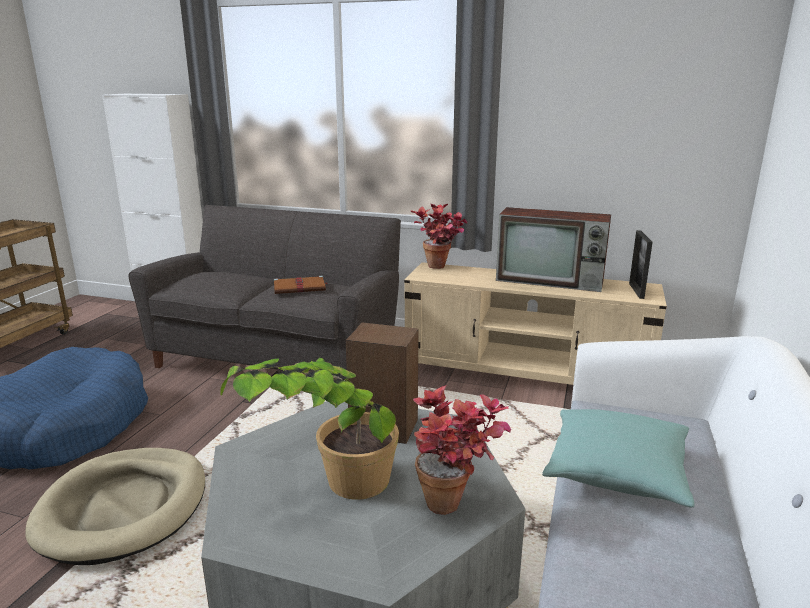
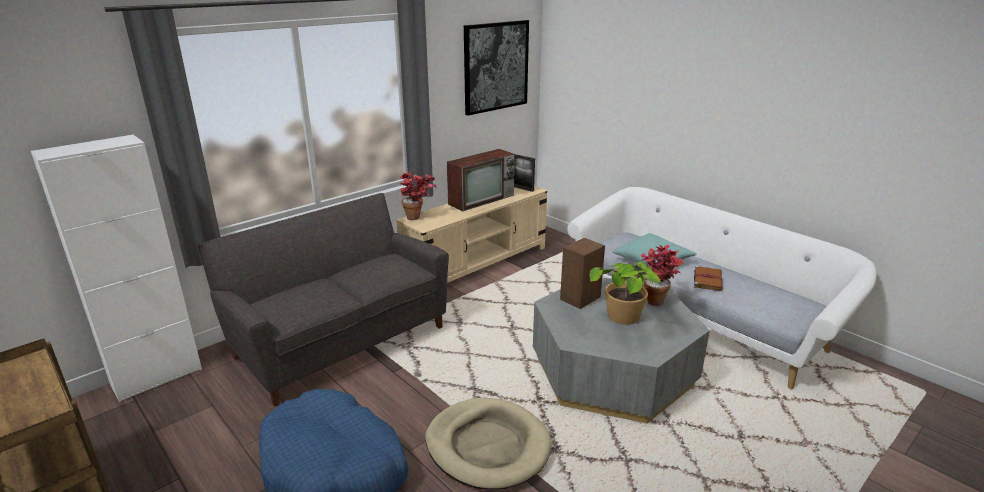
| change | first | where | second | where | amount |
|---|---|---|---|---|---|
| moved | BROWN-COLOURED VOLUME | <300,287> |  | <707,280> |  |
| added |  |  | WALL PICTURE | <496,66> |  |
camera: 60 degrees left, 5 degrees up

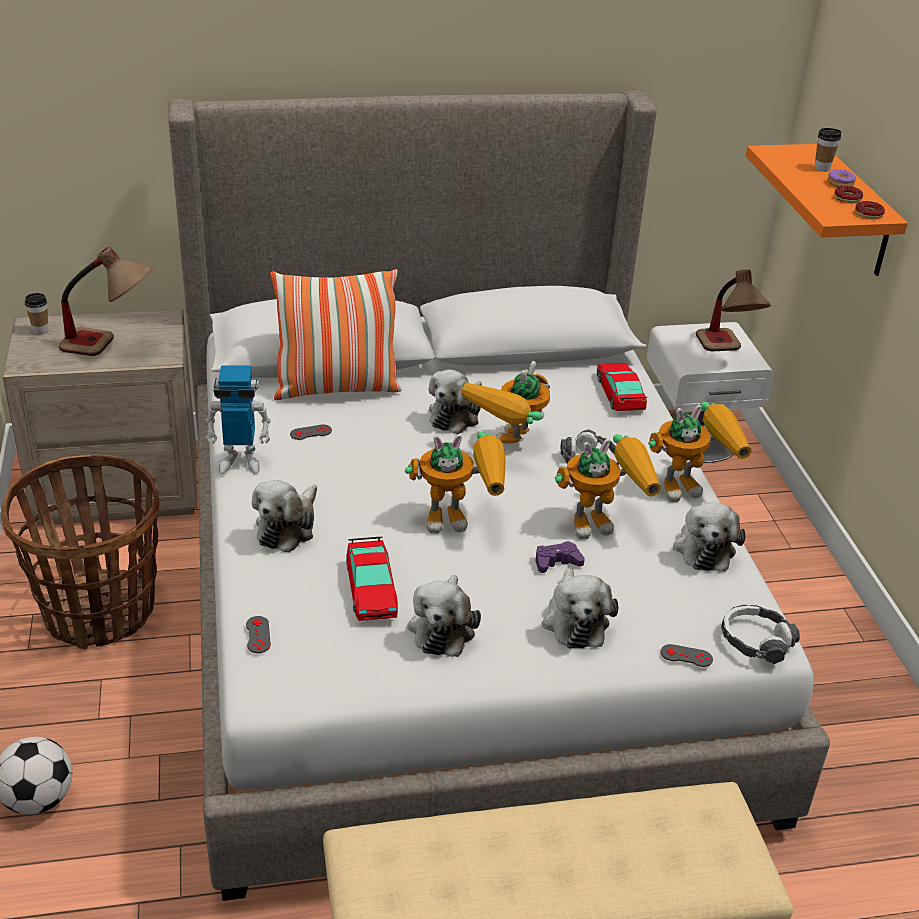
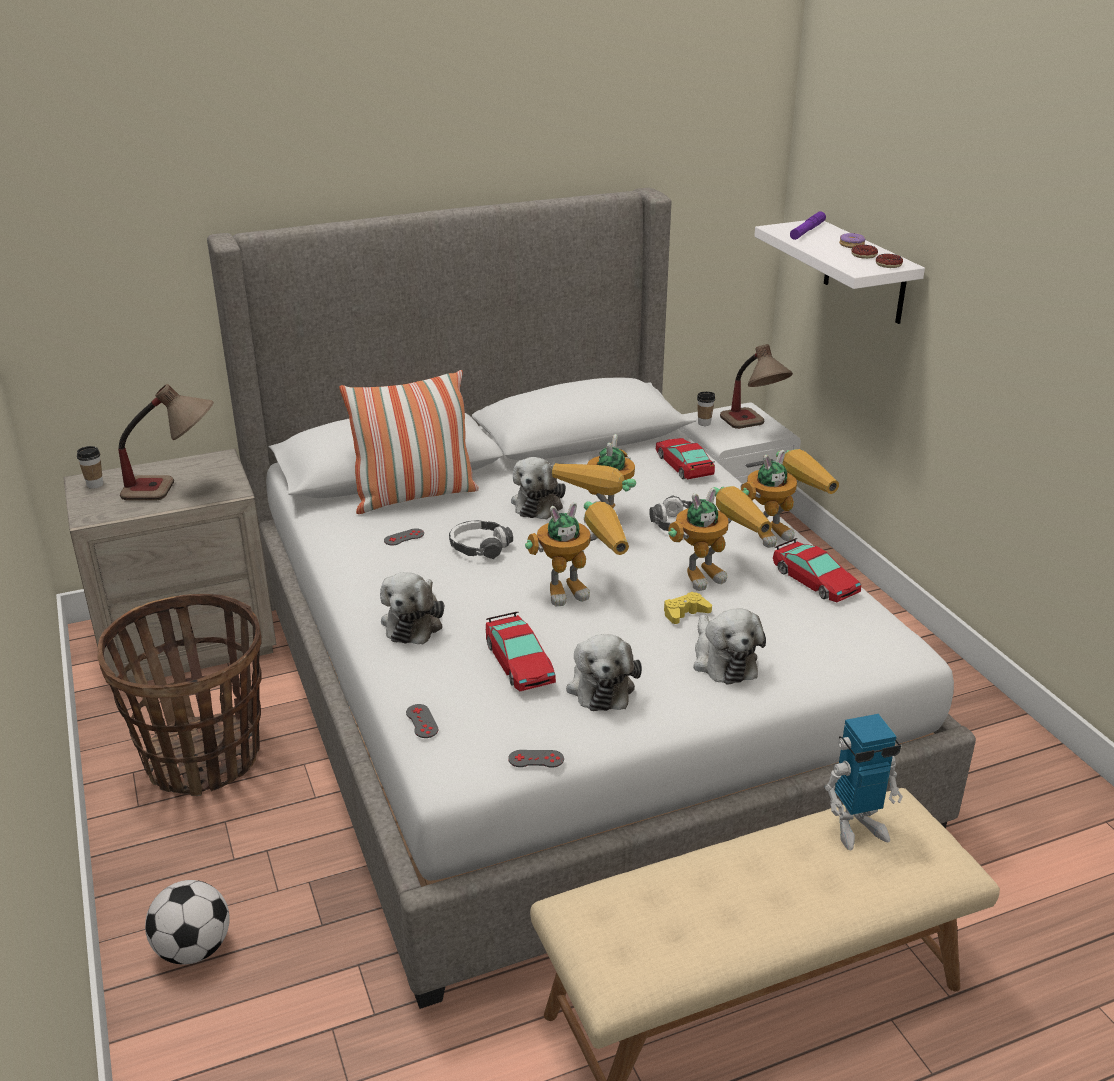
| change | first | where | second | where | amount |
|---|---|---|---|---|---|
| moved | DRINKING CUP | <822,168> |  | <704,423> |  |
| recoloured | ORANGEY BRACKET SHELF | <855,212> | WHITE BRACKET SHELF | <865,272> |  |
| moved | TOY ROBOT | <240,461> |  | <857,828> |  |
| replaced | PLUSH TOY | <704,547> | MODEL CAR | <814,580> |  |
| recoloured | PURPLISH GAMEPAD | <557,562> | YELLOW GAMEPAD | <685,613> |  |
| moved | HEADPHONES | <756,641> |  | <480,547> |  |
| moved | GREYISH GAMEPAD | <686,656> |  | <536,759> |  |
| added |  |  | PURPLISH TORCH | <807,231> |  |
camera: 10 degrees left, 5 degrees down

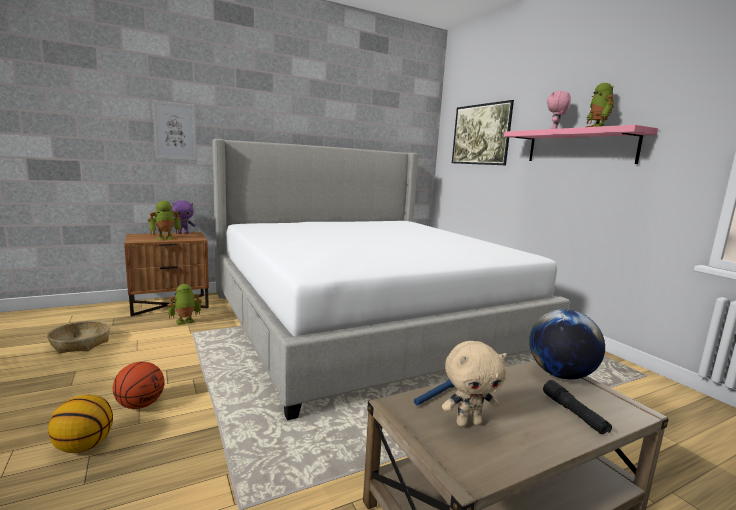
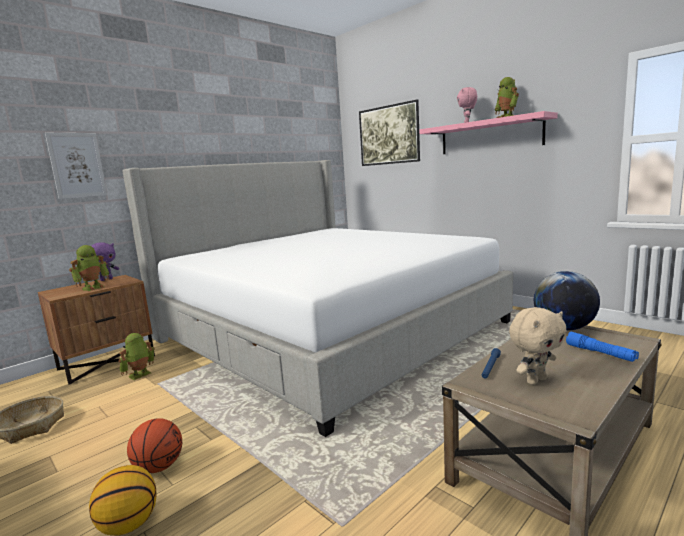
| change | first | where | second | where | amount |
|---|---|---|---|---|---|
| recoloured | BLACK-COLOURED TORCH | <574,414> | BLUE TORCH | <600,353> |  |
camera: 15 degrees left, 0 degrees up

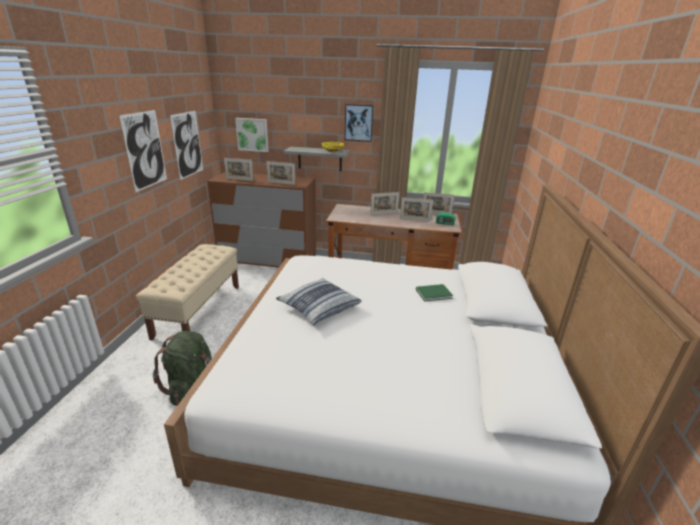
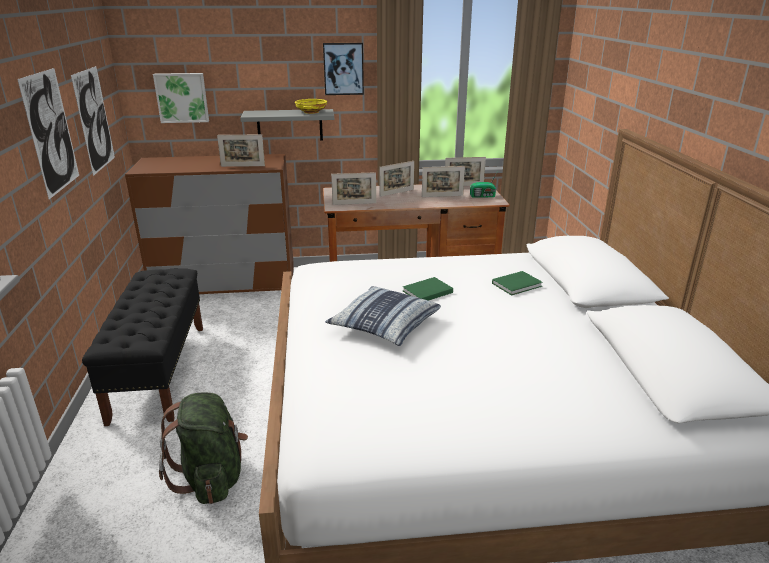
| change | first | where | second | where | amount |
|---|---|---|---|---|---|
| moved | PICTURE FRAME | <239,179> |  | <354,203> |  |
| recoloured | SAND-COLOURED INDOOR BENCH | <199,310> | BLACK-COLOURED INDOOR BENCH | <159,371> |  |
| added |  |  | GREEN VOLUME | <426,292> |  |
camera: 15 degrees left, 0 degrees up

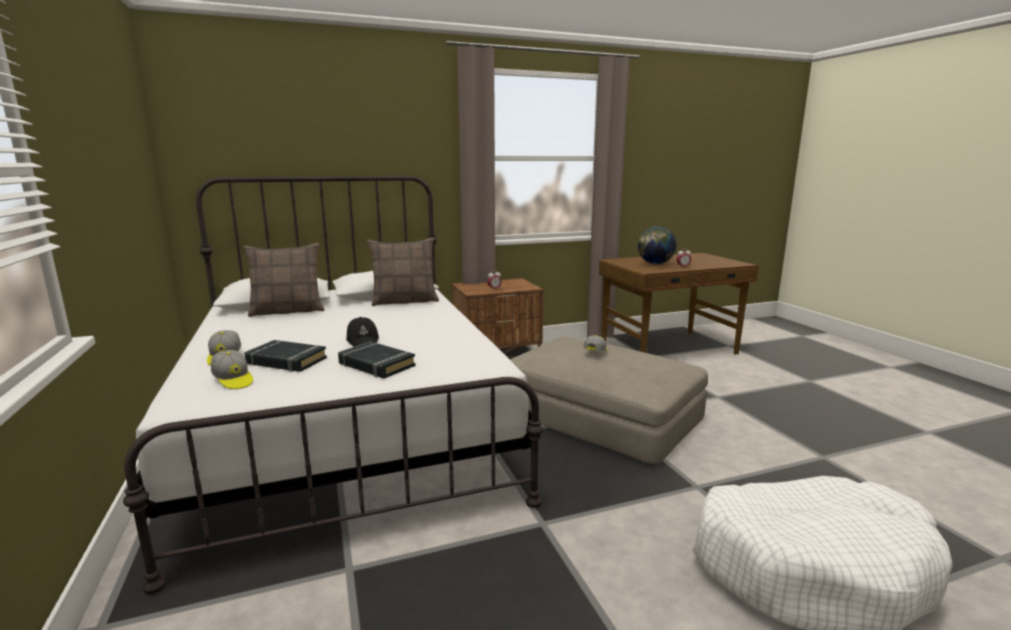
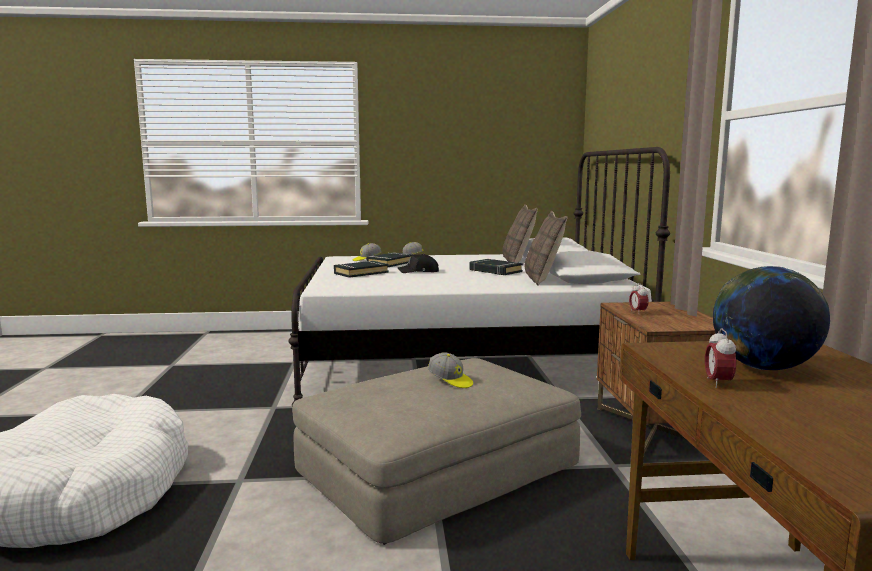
| change | first | where | second | where | amount |
|---|---|---|---|---|---|
| added |  |  | BLACK-COLOURED VOLUME | <495,271> |  |
camera: 105 degrees right, 5 degrees down

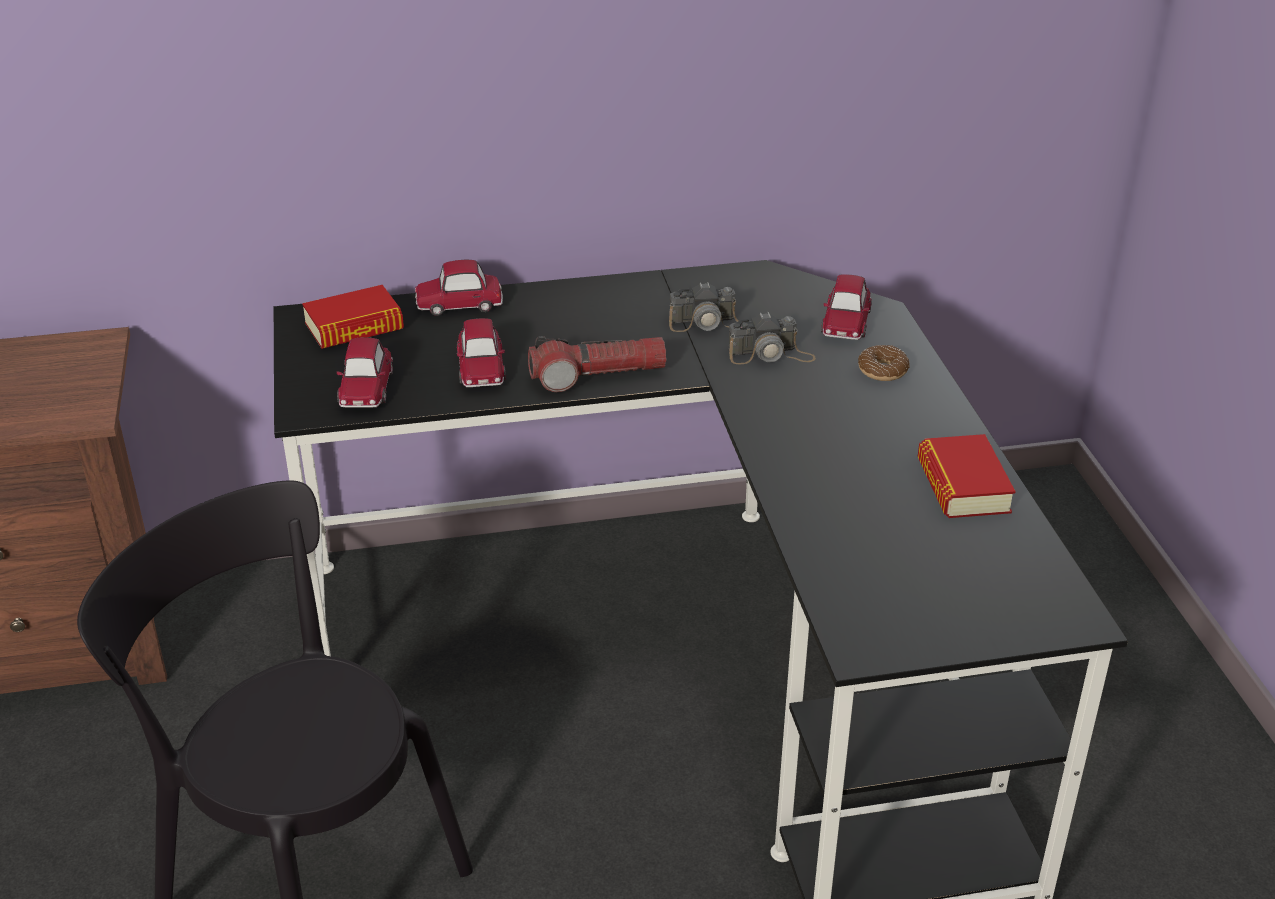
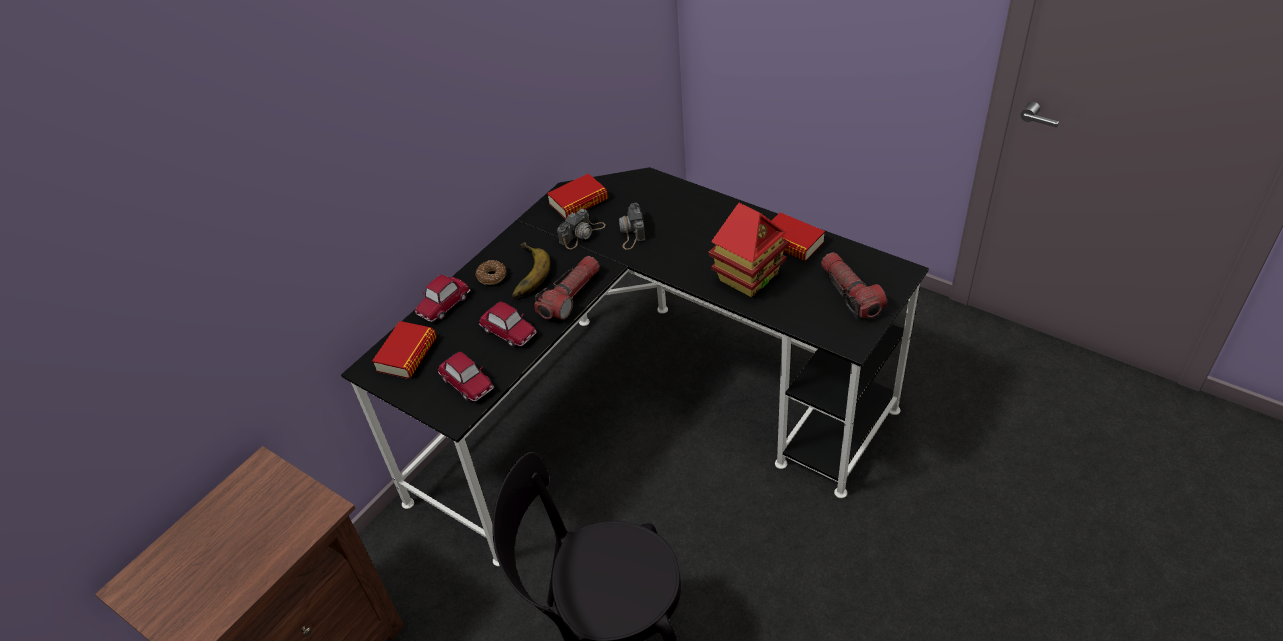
| change | first | where | second | where | amount |
|---|---|---|---|---|---|
| removed | MODEL CAR | <845,322> |  |  |  |
| turned | STILL CAMERA | <770,354> |  | <631,232> | 135 degrees clockwise |
| moved | DONUT | <882,370> |  | <491,276> |  |
| added |  |  | VOLUME | <578,201> |  |
| added |  |  | MODEL HOUSE | <748,276> |  |
| added |  |  | WHOLE BANANA | <523,274> |  |
| added |  |  | TORCH | <850,293> |  |
camera: 40 degrees left, 10 degrees up

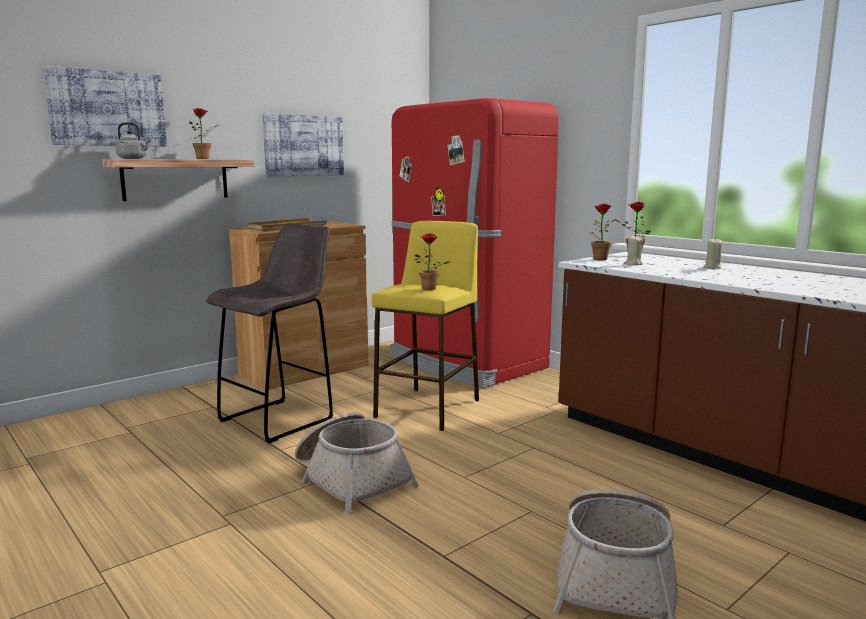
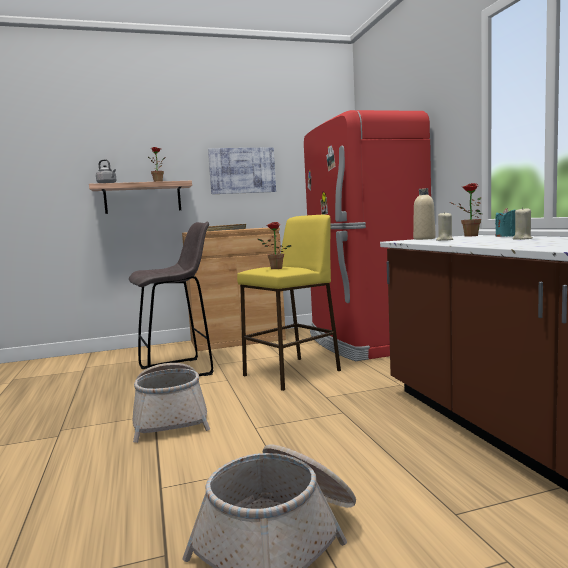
| change | first | where | second | where | amount |
|---|---|---|---|---|---|
| removed | WALL PICTURE | <107,108> |  |  |  |
| replaced | POTTED PLANT | <598,258> | SAND-COLOURED BEVERAGE BOTTLE | <424,239> |  |
| added |  |  | TURQUOISE-COLOURED WAX LIGHT | <506,236> |  |
camera: 25 degrees right, 5 degrees down

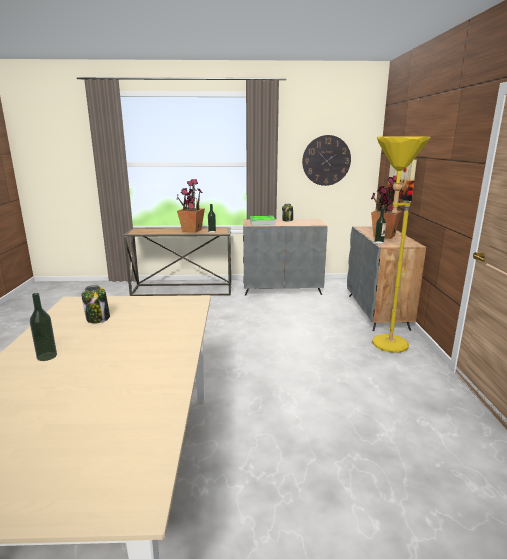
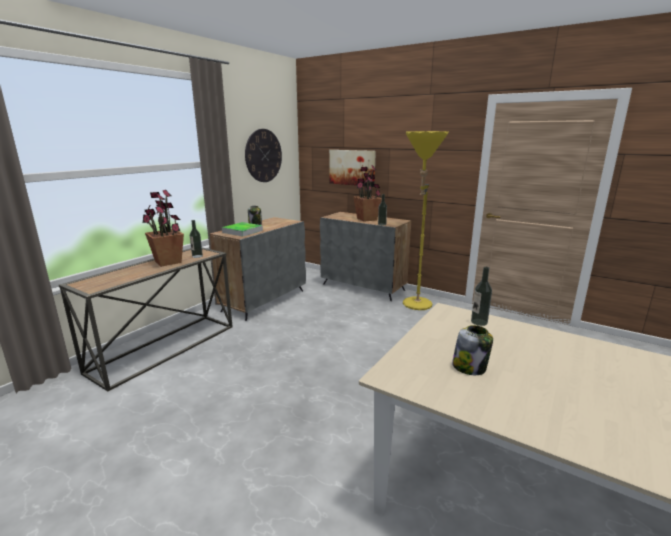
| change | first | where | second | where | amount |
|---|---|---|---|---|---|
| moved | BEVERAGE BOTTLE | <47,356> |  | <479,322> |  |
camera: 55 degrees left, 0 degrees up

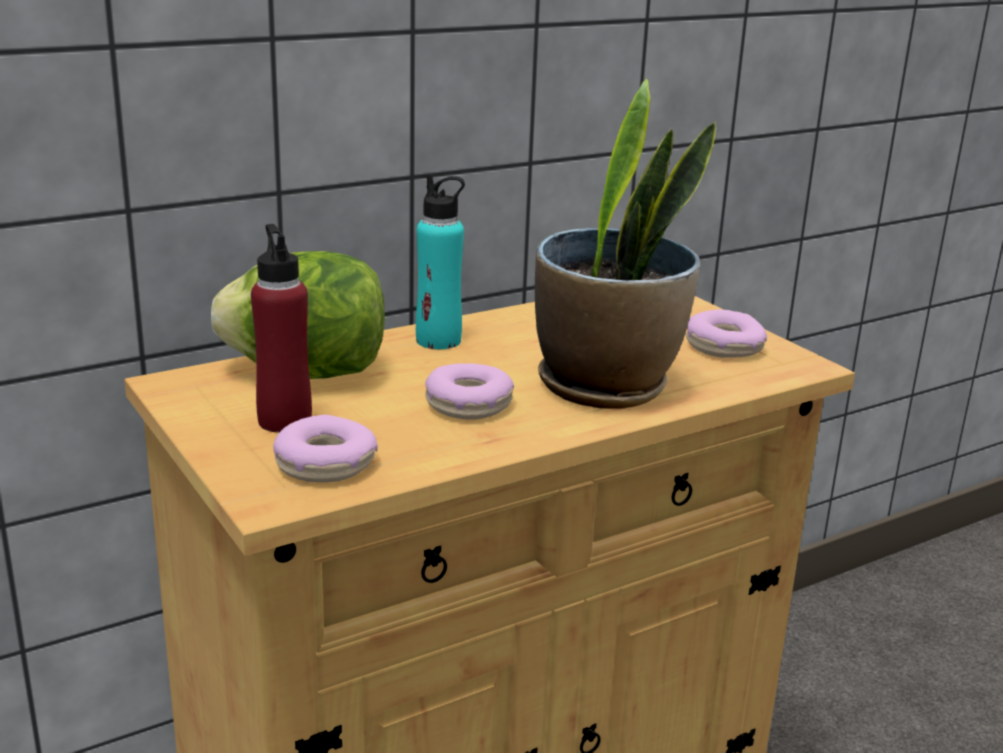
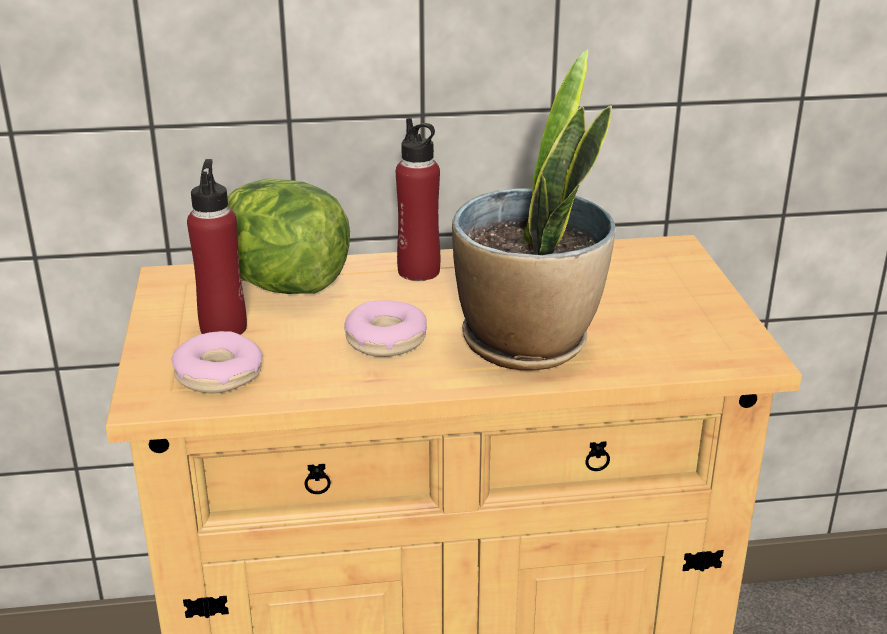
| change | first | where | second | where | amount |
|---|---|---|---|---|---|
| recoloured | TURQUOISE-COLOURED BEVERAGE BOTTLE | <438,340> | RED BEVERAGE BOTTLE | <419,271> |  |
| removed | DONUT | <724,347> |  |  |  |
camera: 25 degrees right, 5 degrees up

